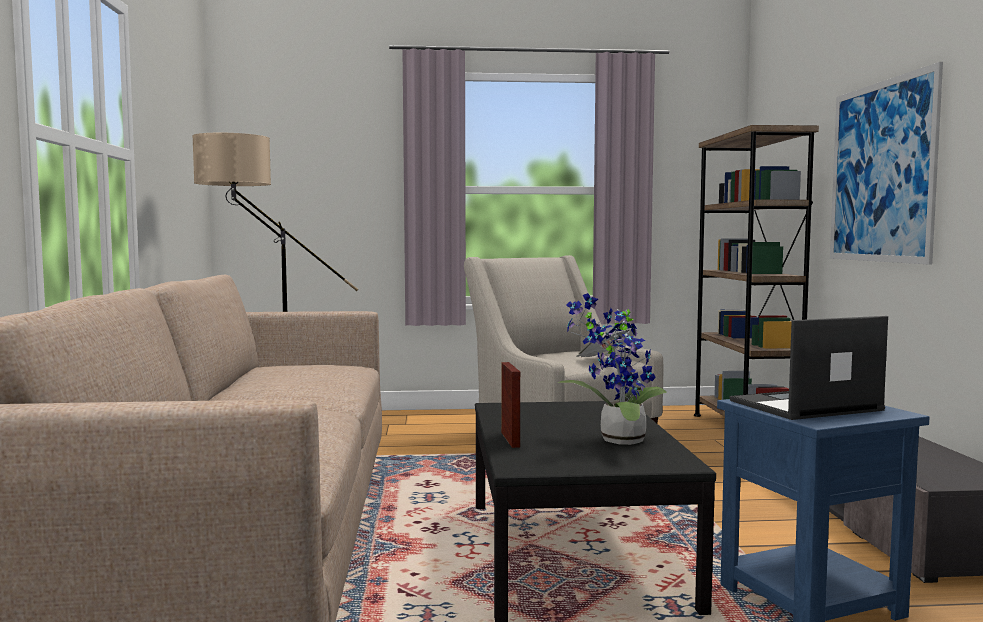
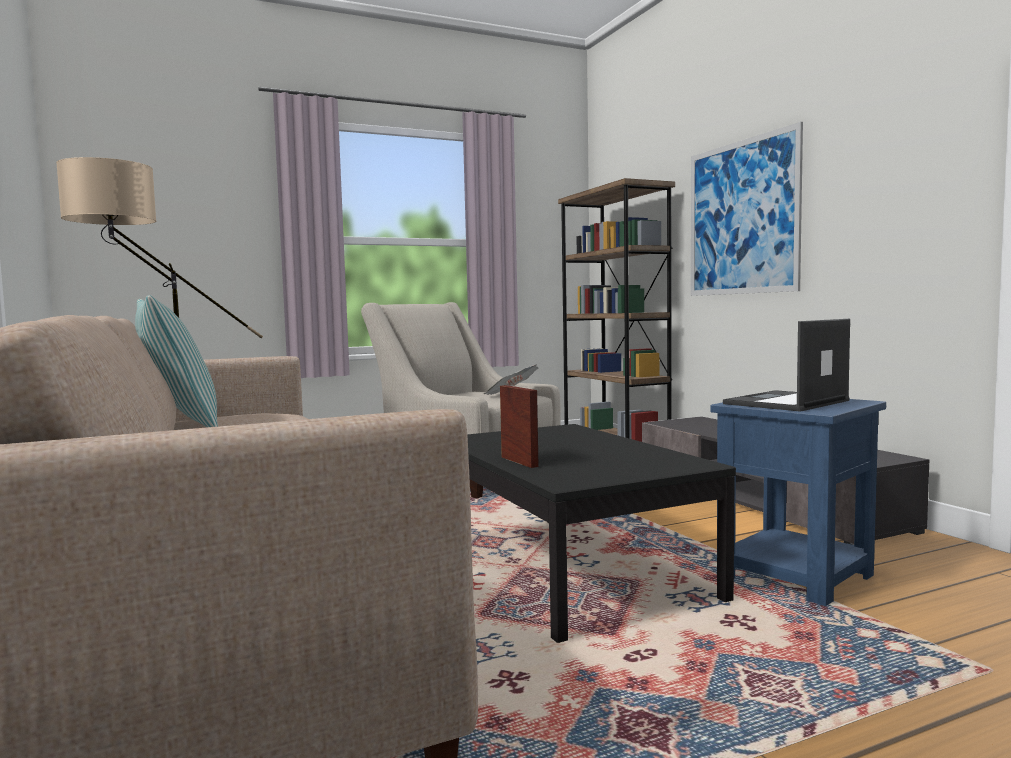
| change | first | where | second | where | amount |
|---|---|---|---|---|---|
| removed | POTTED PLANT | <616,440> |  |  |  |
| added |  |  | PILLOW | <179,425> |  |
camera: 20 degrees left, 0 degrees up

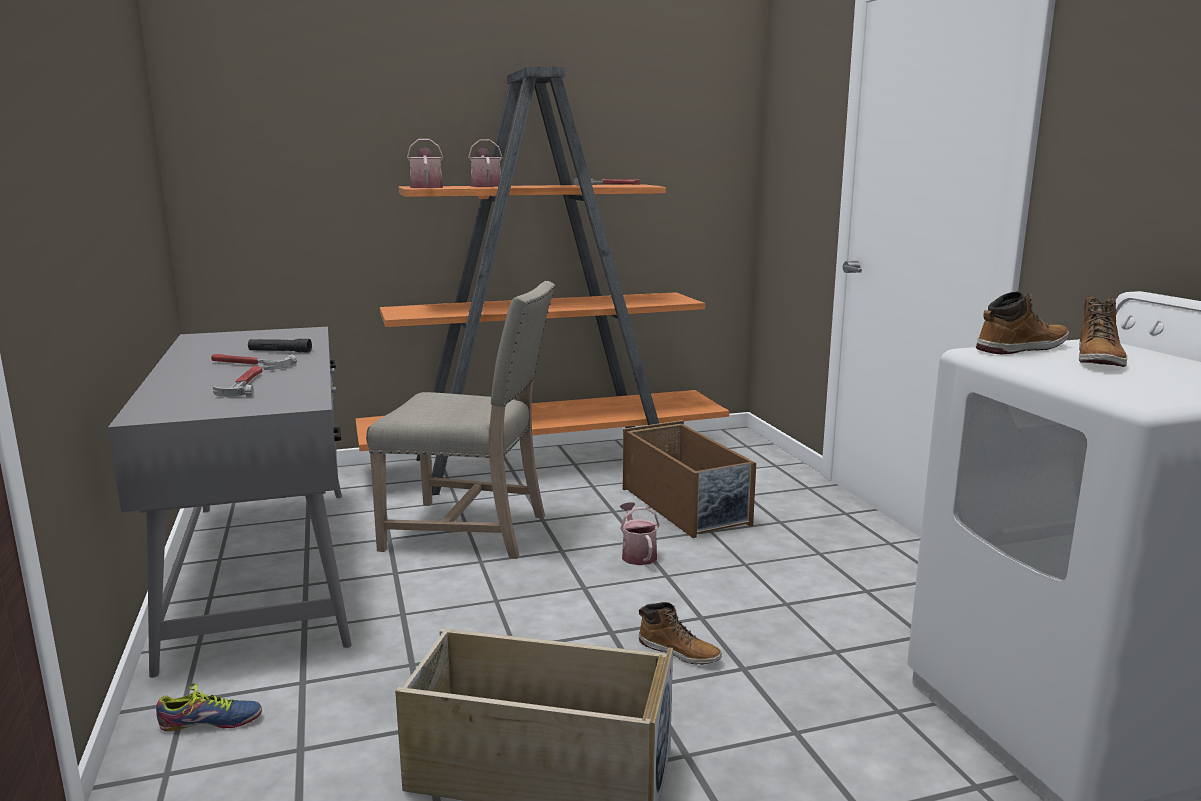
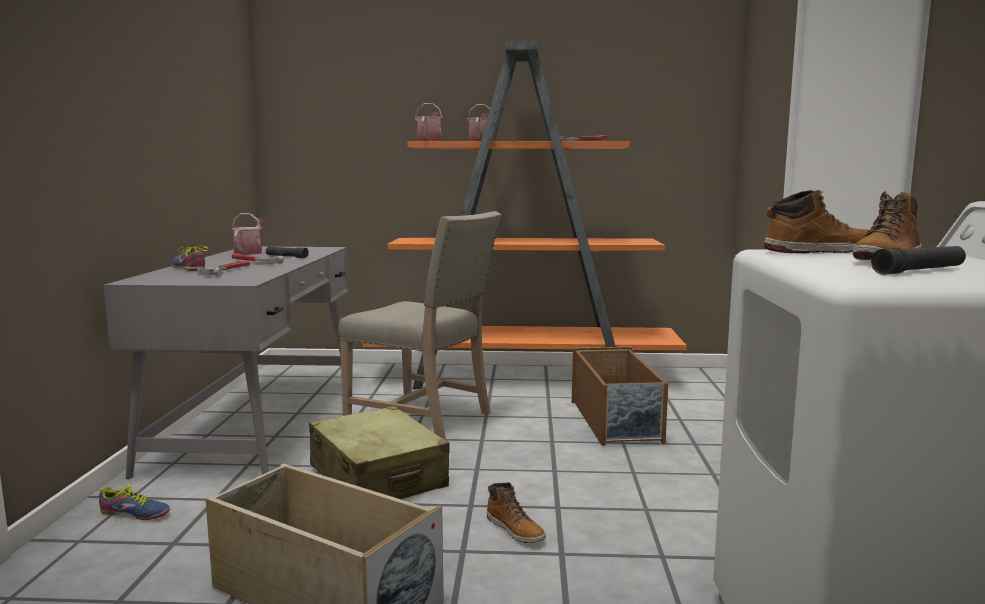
| change | first | where | second | where | amount |
|---|---|---|---|---|---|
| moved | WATERING POT | <637,554> |  | <250,252> |  |
| added |  |  | SHOE | <191,267> |  |
| added |  |  | BLACK-COLOURED TORCH | <919,271> |  |
| added |  |  | SAND-COLOURED SUITCASE | <378,477> |  |
camera: 20 degrees right, 5 degrees down

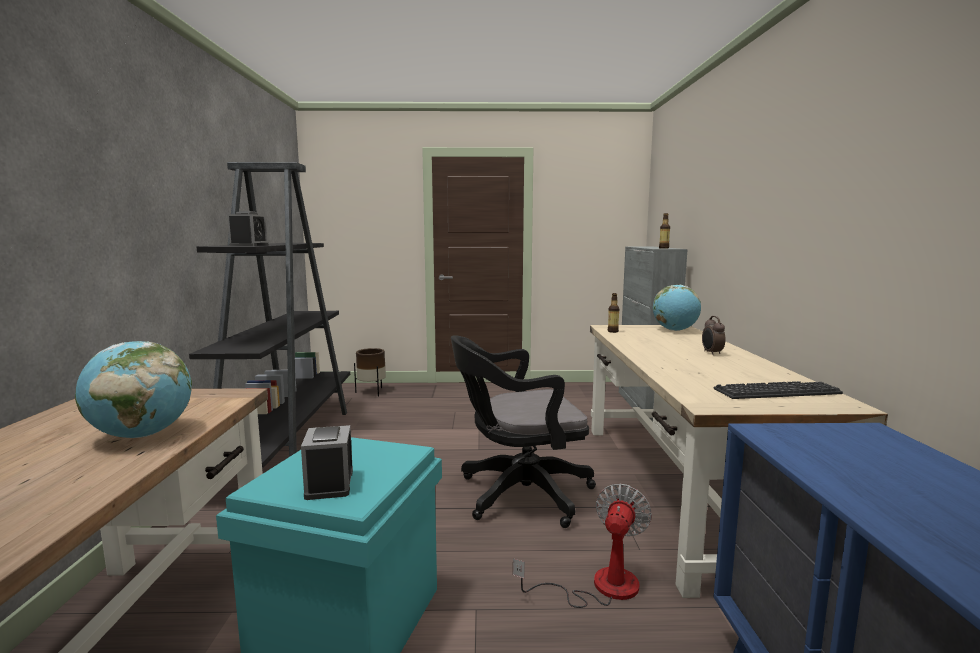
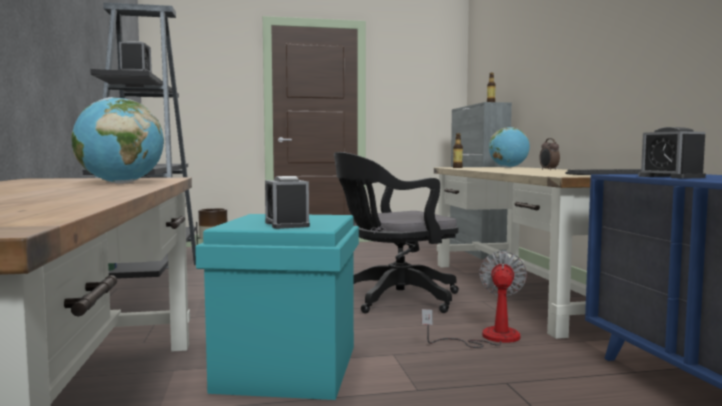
| change | first | where | second | where | amount |
|---|---|---|---|---|---|
| added |  |  | TABLE CLOCK | <671,177> |  |
camera: 10 degrees left, 5 degrees down

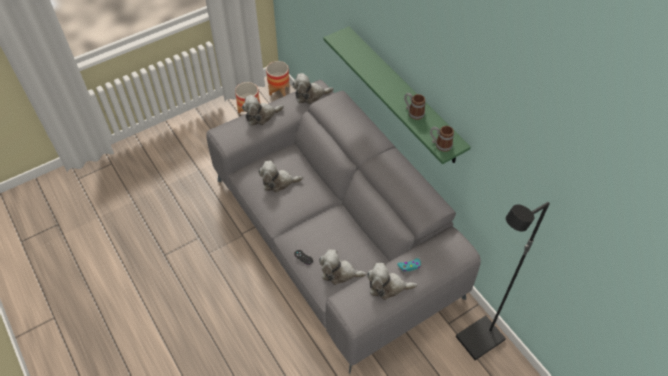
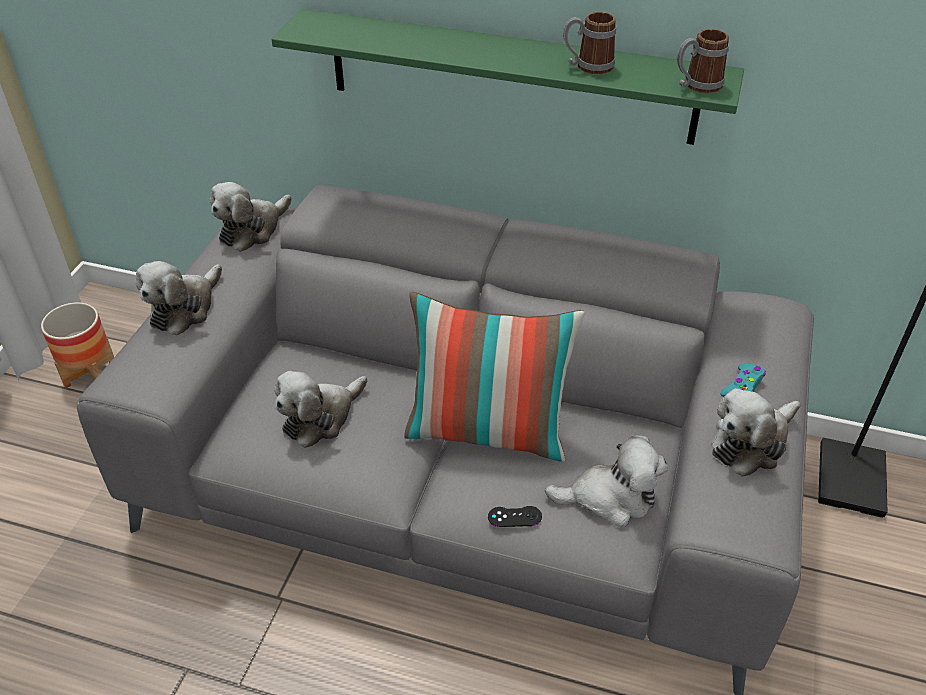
| change | first | where | second | where | amount |
|---|---|---|---|---|---|
| removed | FLOWER POT | <279,90> |  |  |  |
| turned | PLUSH TOY | <339,273> |  | <610,498> | 150 degrees counterclockwise |
| added |  |  | PILLOW | <488,431> |  |
camera: 40 degrees left, 10 degrees down

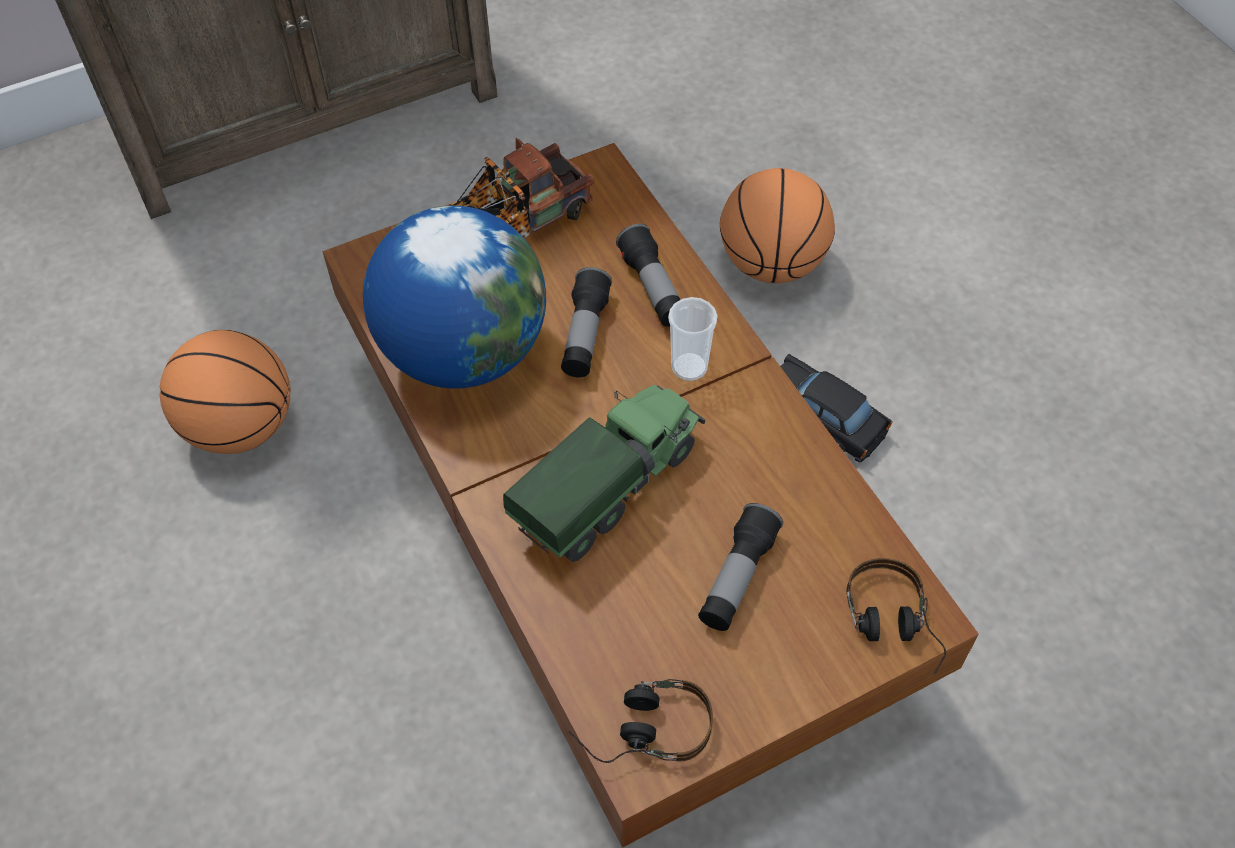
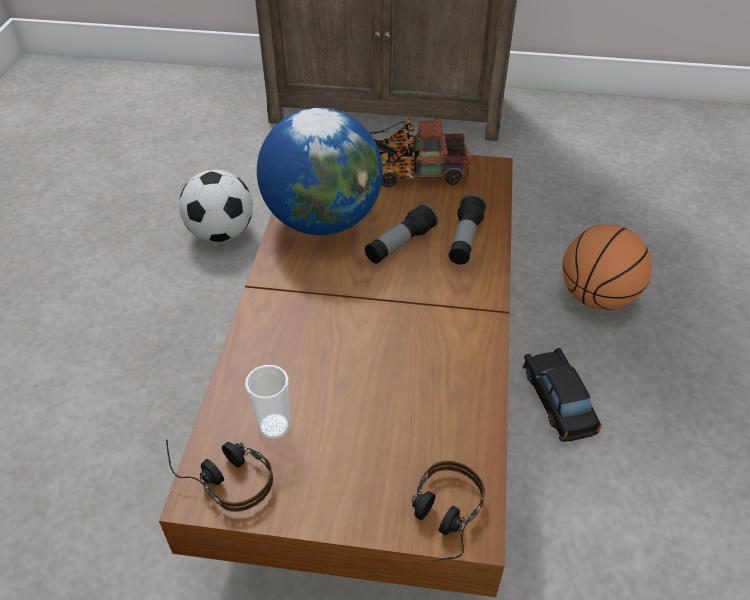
| change | first | where | second | where | amount |
|---|---|---|---|---|---|
| moved | DRINKING CUP | <689,367> |  | <274,426> |  |
| replaced | BALL FOR BASKETBALL | <241,427> | BALL FOR FOOTBALL | <221,233> |  |
| removed | TOY TRUCK | <609,486> |  |  |  |
| removed | TORCH | <737,577> |  |  |  |
camera: 35 degrees right, 10 degrees down

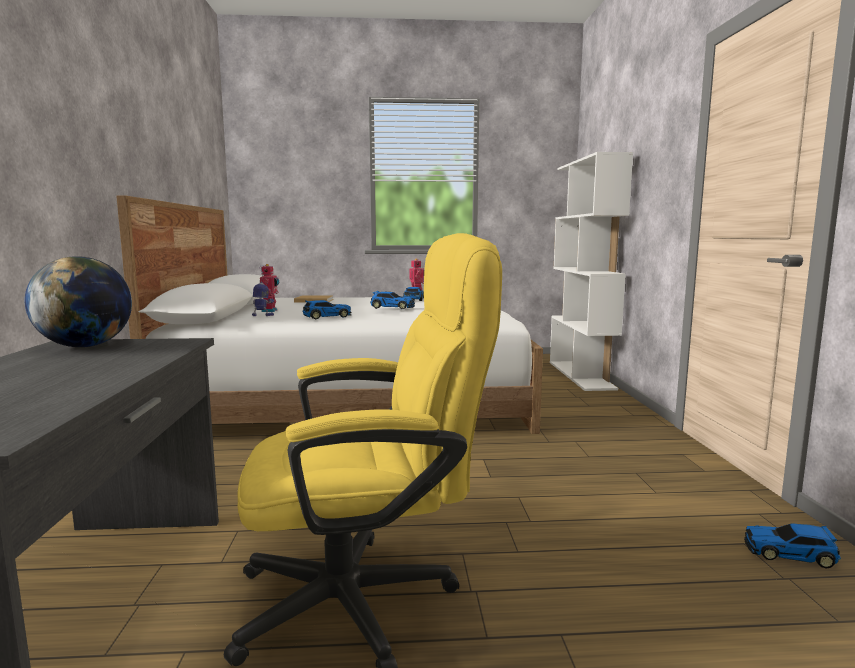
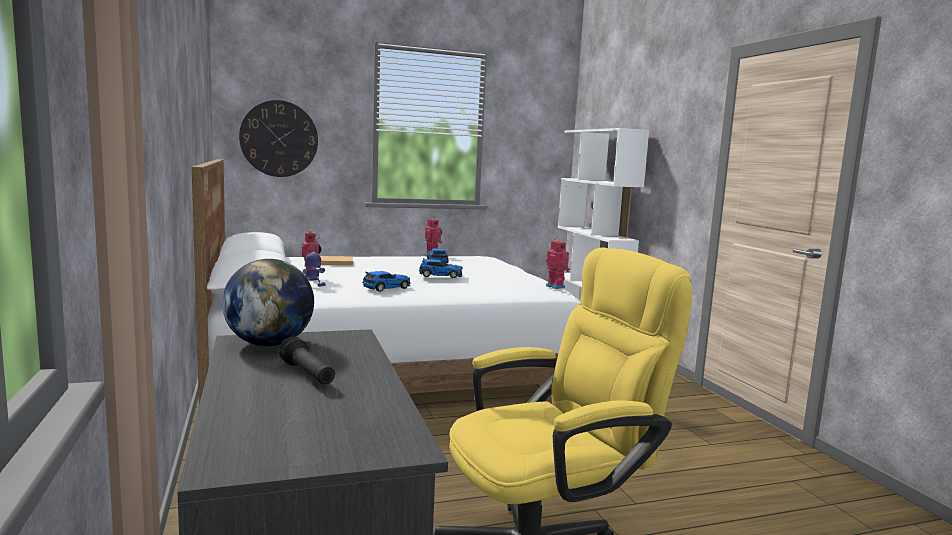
| change | first | where | second | where | amount |
|---|---|---|---|---|---|
| removed | MODEL CAR | <791,554> |  |  |  |
| added |  |  | CLOCK ON THE WALL | <279,139> |  |
| added |  |  | TOY ROBOT | <556,287> |  |
| added |  |  | BLACK-COLOURED TORCH | <308,375> |  |
camera: 15 degrees left, 0 degrees up

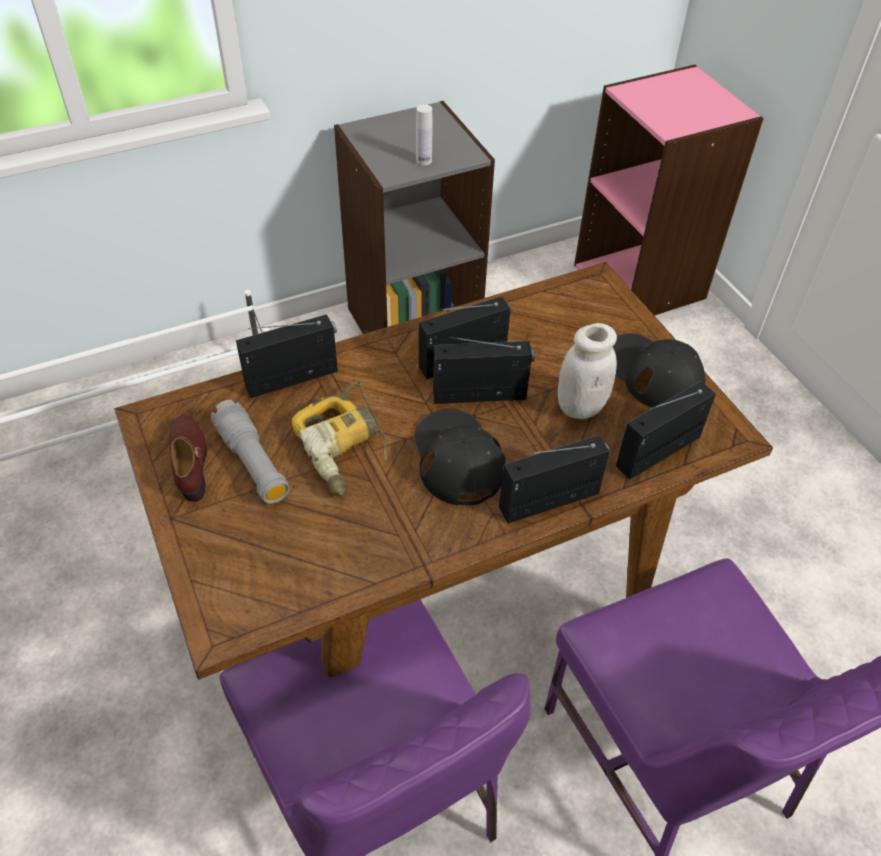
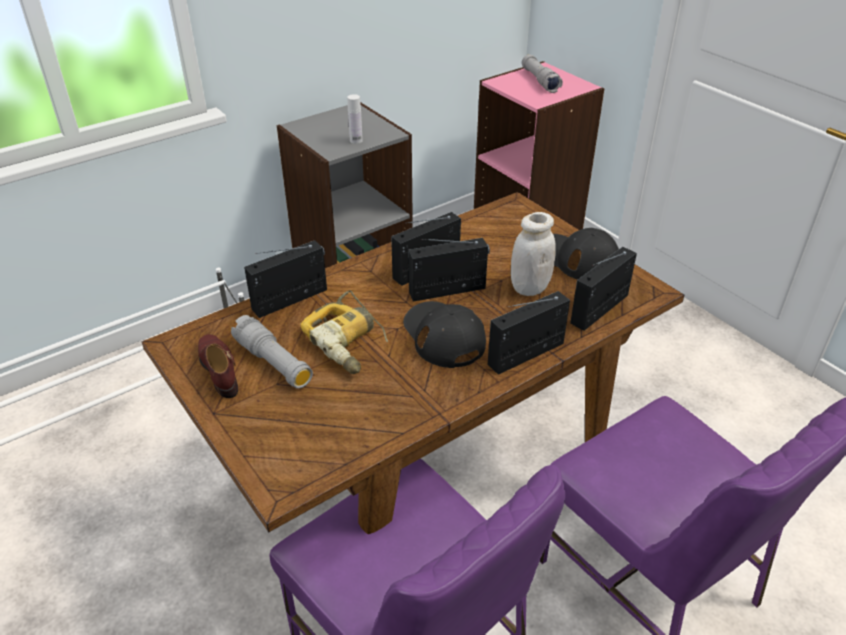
| change | first | where | second | where | amount |
|---|---|---|---|---|---|
| added |  |  | GREYISH TORCH | <540,81> |  |
camera: 10 degrees left, 10 degrees down

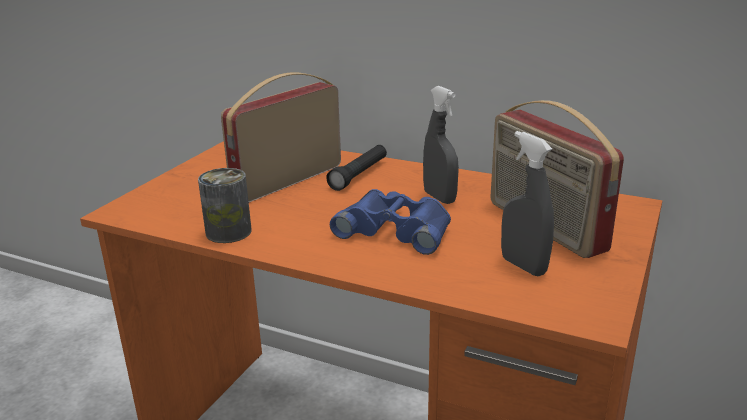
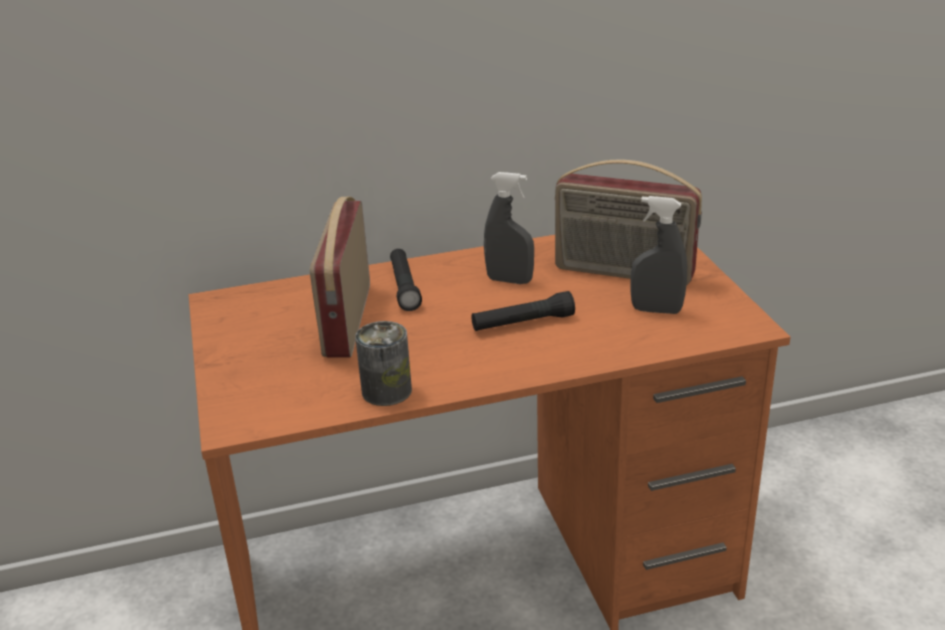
| change | first | where | second | where | amount |
|---|---|---|---|---|---|
| replaced | BLUE PAIR OF BINOCULARS | <396,229> | BLACK-COLOURED TORCH | <523,323> |  |
camera: 40 degrees left, 5 degrees up

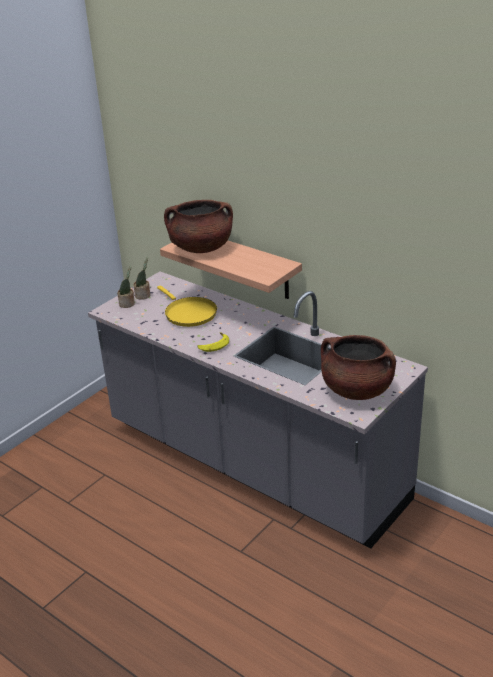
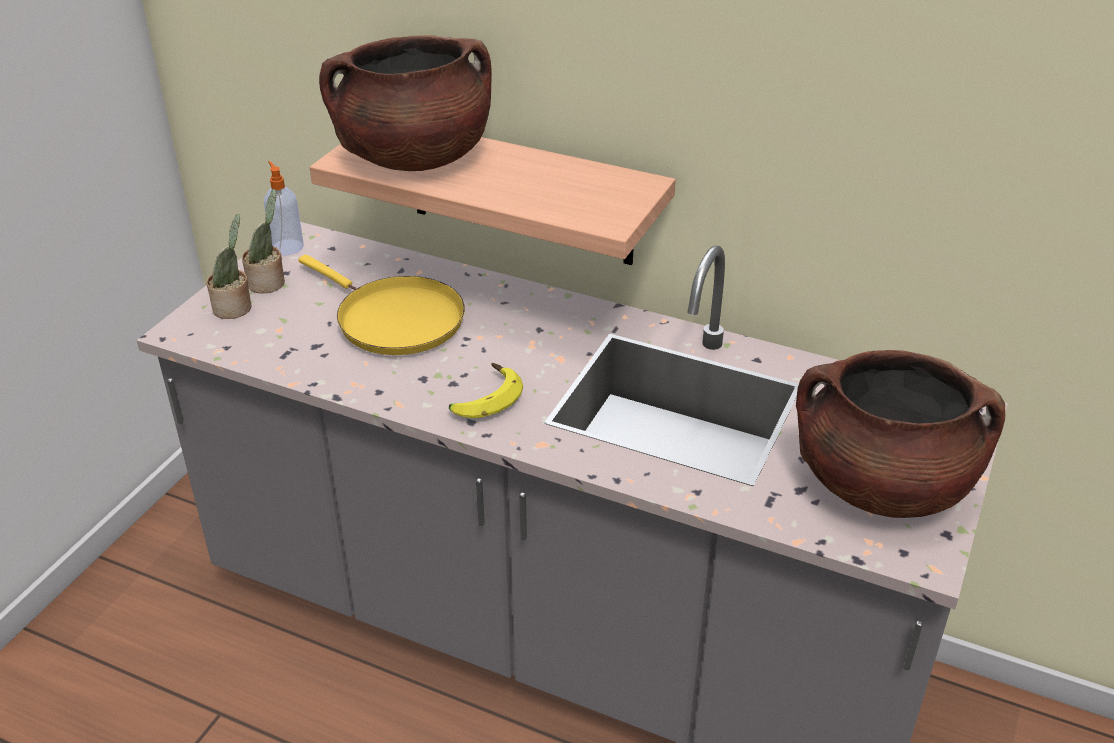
| change | first | where | second | where | amount |
|---|---|---|---|---|---|
| added |  |  | LIQUID SOAP BOTTLE | <287,247> |  |
camera: 15 degrees left, 5 degrees up

